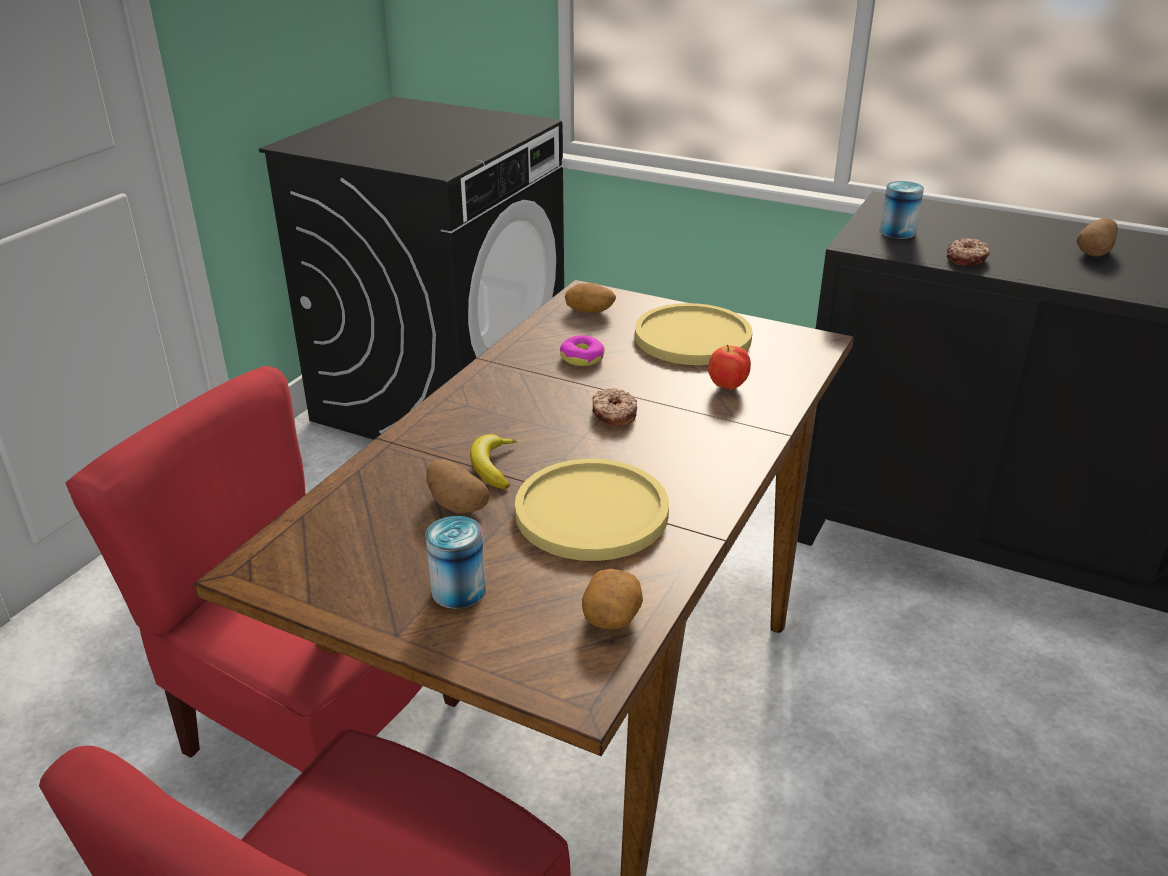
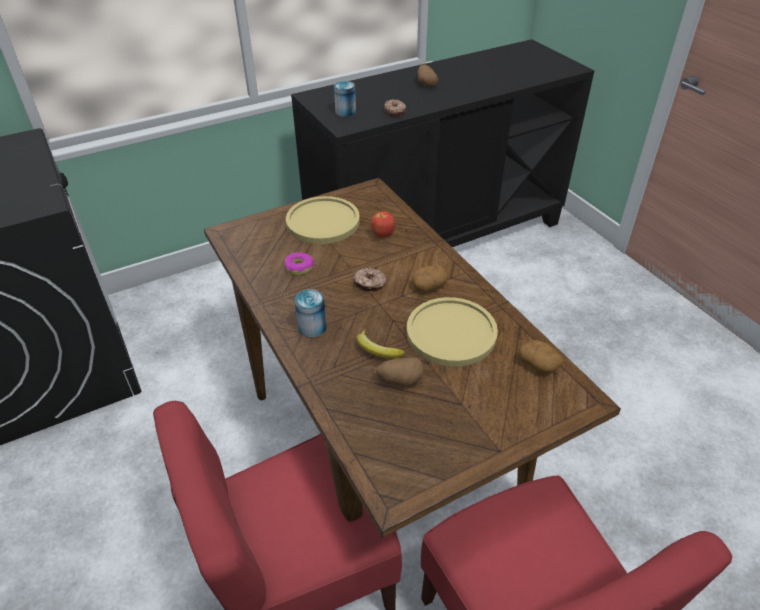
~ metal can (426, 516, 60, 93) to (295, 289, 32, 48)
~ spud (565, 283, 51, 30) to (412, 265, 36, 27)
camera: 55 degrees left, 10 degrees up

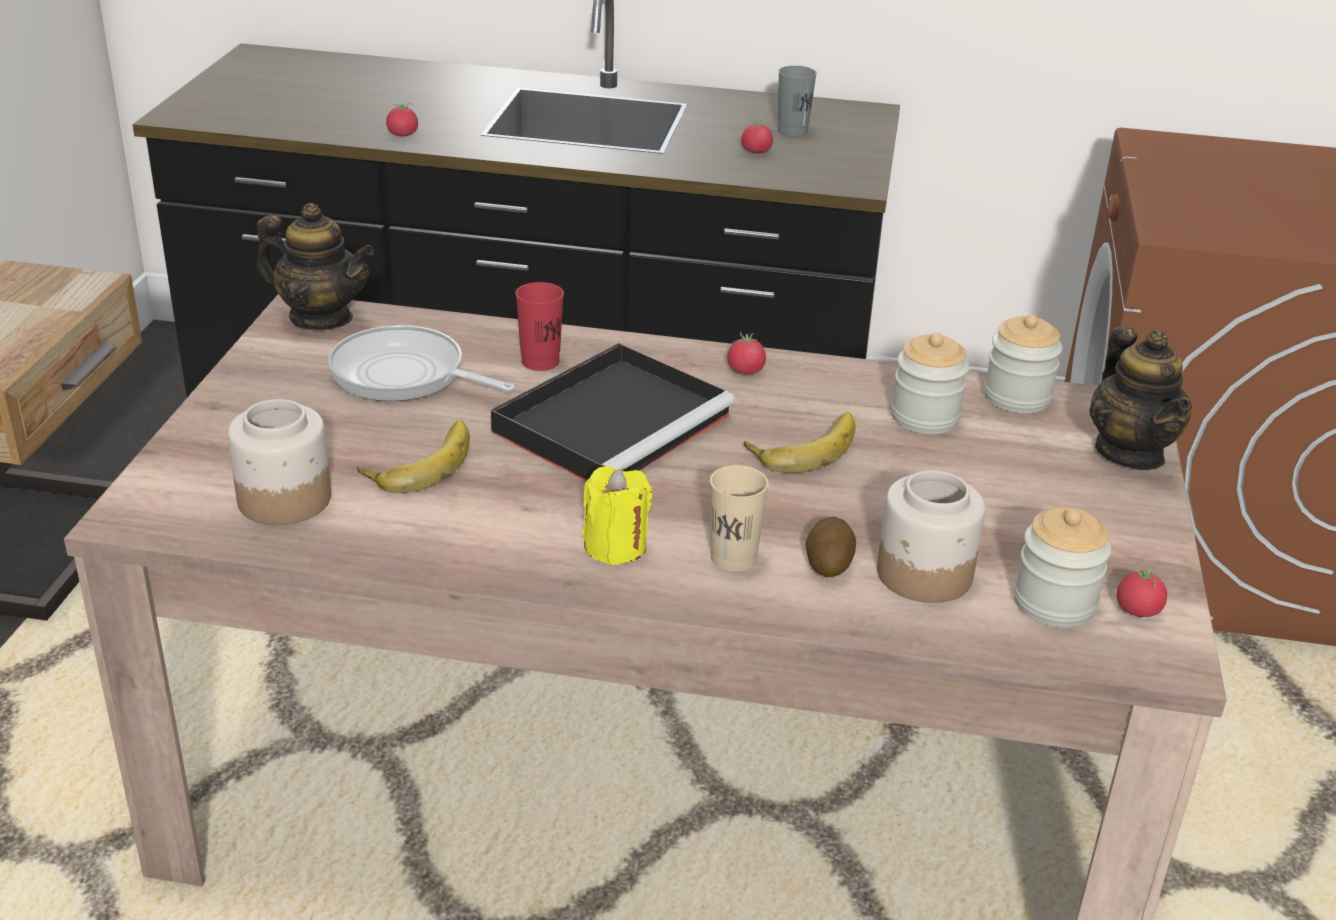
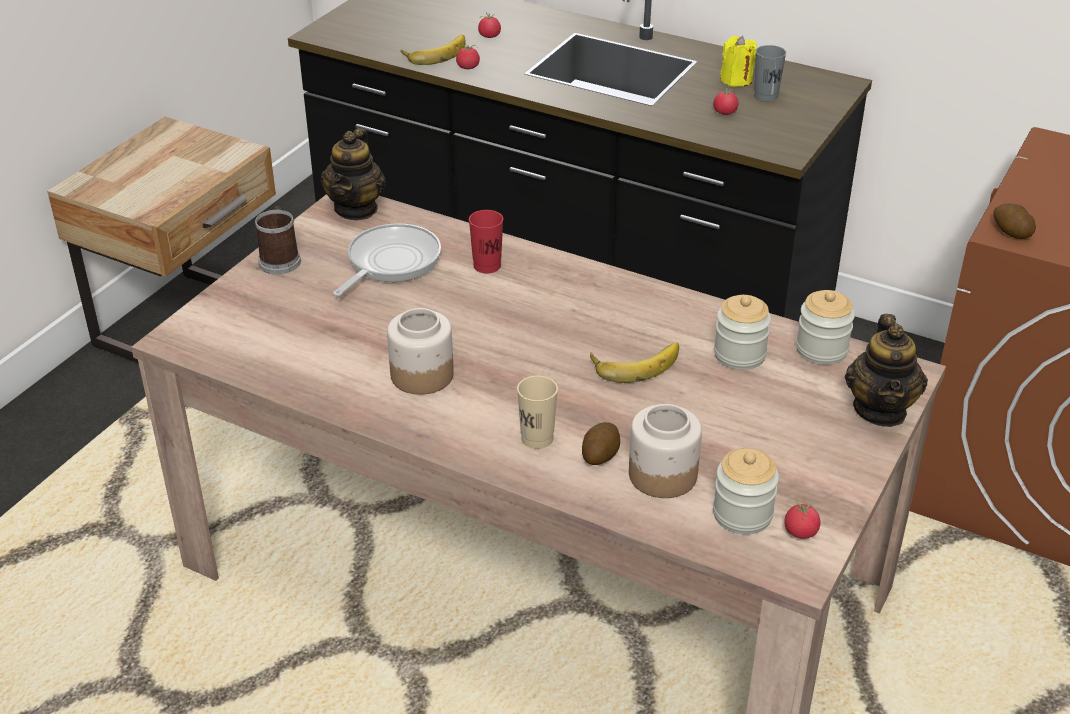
~ jar (228, 399, 103, 126) to (387, 308, 67, 87)
~ tea pot (257, 203, 117, 127) = (321, 128, 65, 92) 60 degrees clockwise
~ pan (328, 325, 187, 76) = (333, 223, 108, 73) 75 degrees clockwise
~ whole banana (357, 420, 113, 73) to (401, 34, 65, 31)
- black-coloured serving tray (491, 343, 244, 138)
~ yellowish wax candle (583, 466, 69, 99) to (720, 36, 37, 51)
~ tomato (727, 332, 39, 42) to (478, 12, 23, 26)
+ tea mug (255, 206, 46, 68)
+ spud (994, 204, 42, 35)
camera: 20 degrees right, 5 degrees up

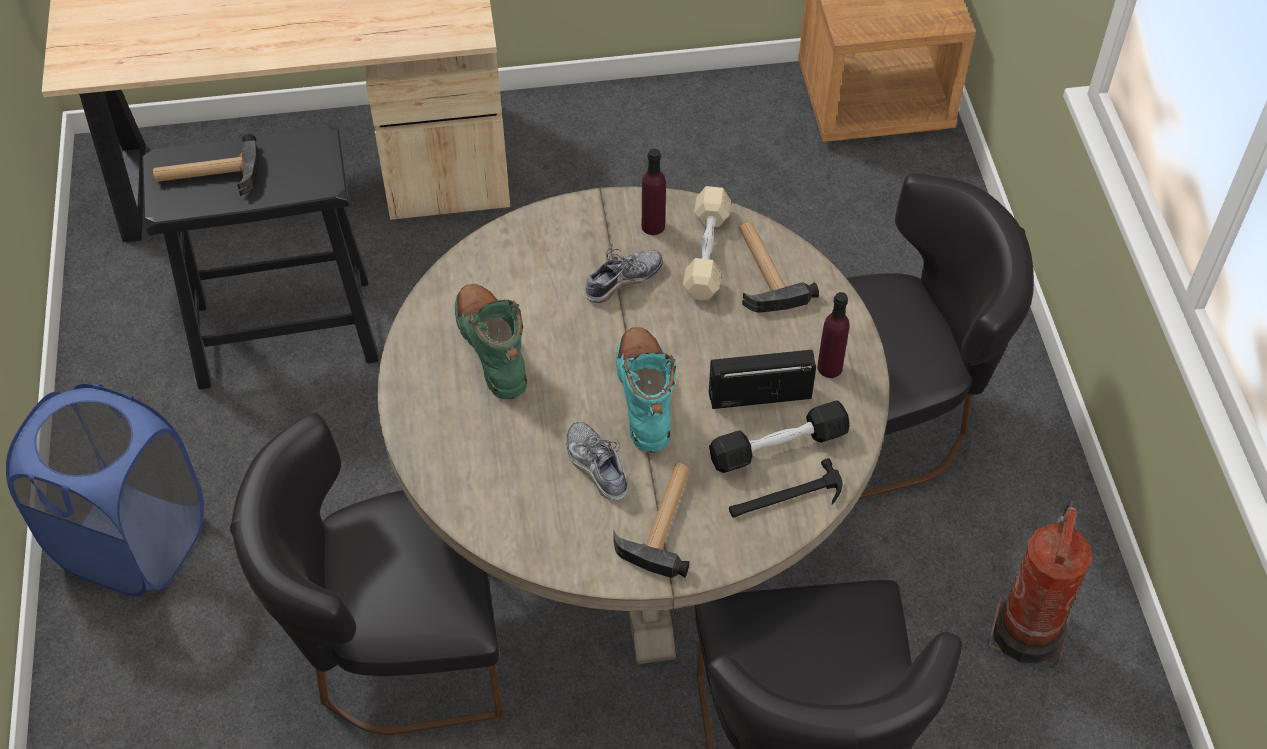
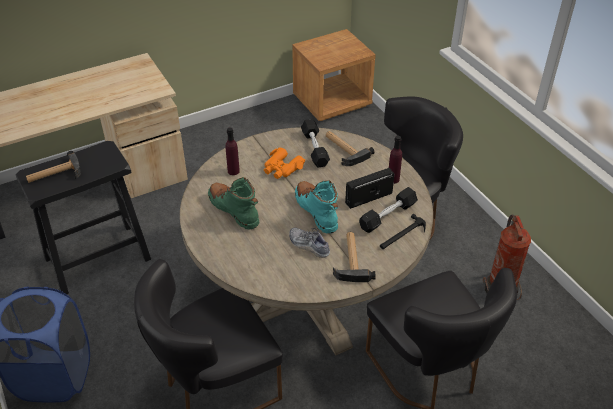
~ shoe (585, 244, 78, 59) to orangey pair of binoculars (264, 147, 41, 32)
~ purple bottle (642, 148, 24, 87) to (225, 128, 15, 47)
~ beige-coloured hand weight (683, 186, 48, 114) to black-coloured hand weight (301, 119, 29, 49)
camera: 20 degrees left, 10 degrees down

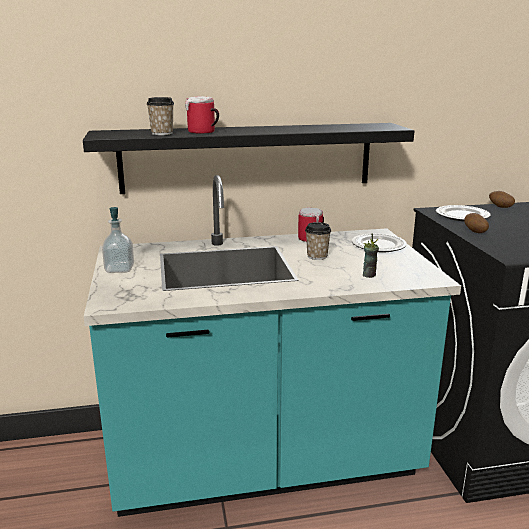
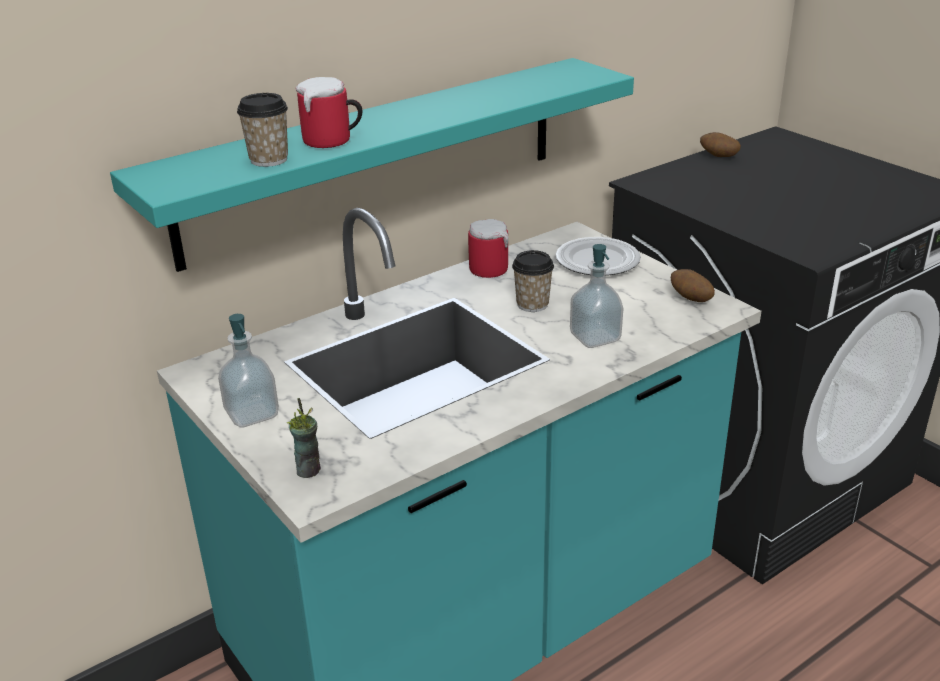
~ black-coloured shelf (83, 123, 331, 71) to blue-green shelf (110, 58, 524, 214)
~ small cup (363, 233, 16, 45) to (286, 398, 35, 80)
- dinner plate (436, 205, 55, 16)
~ spud (464, 213, 25, 20) to (671, 269, 44, 33)
+ liquid soap bottle (570, 244, 54, 104)
camera: 25 degrees left, 10 degrees up

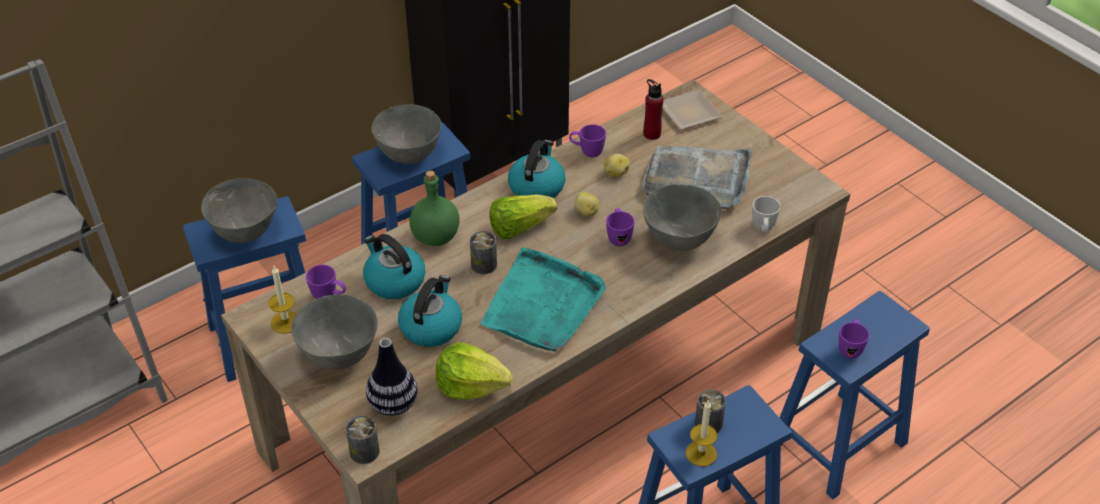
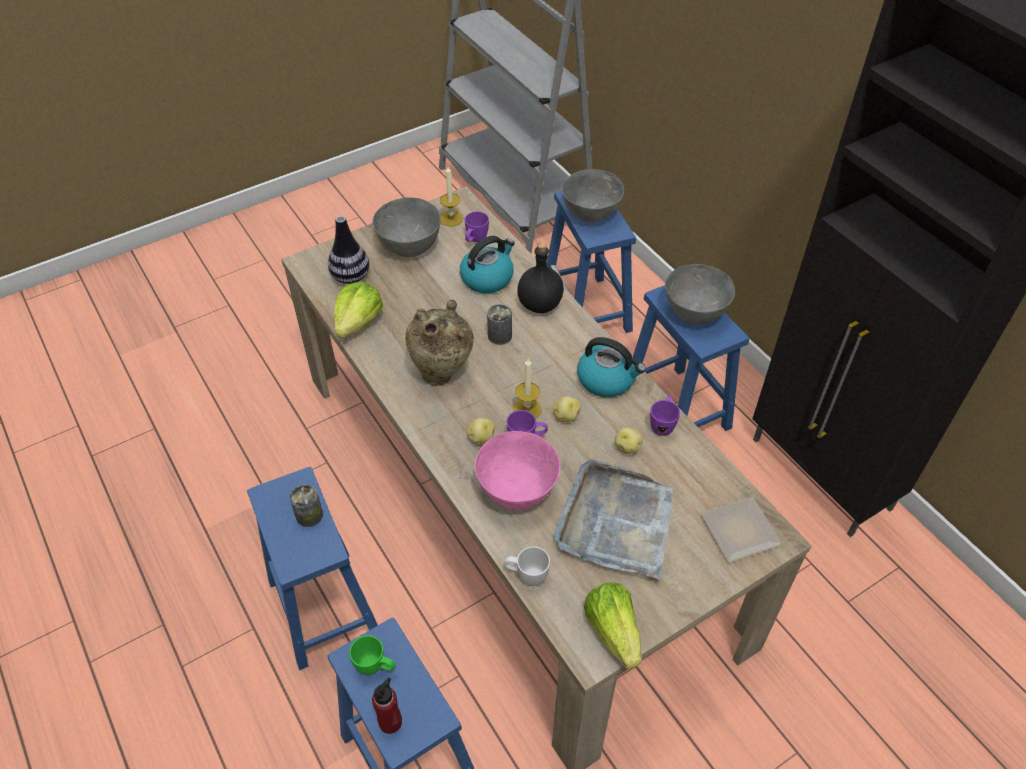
- metal can (346, 416, 34, 48)
- tea kettle (398, 275, 64, 72)
~ green bottle (410, 171, 50, 75) to black-coloured bottle (517, 242, 47, 71)
~ blue-green serving tray (480, 248, 126, 103) to beige-coloured flower vase (405, 300, 69, 86)
~ head of lettuce (489, 194, 68, 45) to (584, 583, 58, 86)
~ reddish bottle (643, 79, 21, 61) to (372, 678, 30, 56)
~ grey serving bowl (643, 184, 79, 67) to pinkish serving bowl (475, 431, 85, 79)
~ wax candle (685, 401, 32, 66) to (513, 359, 29, 59)
~ purple tea mug (839, 319, 30, 40) to green tea mug (349, 635, 46, 40)
+ spud (467, 418, 28, 27)
camera: 95 degrees right, 5 degrees up

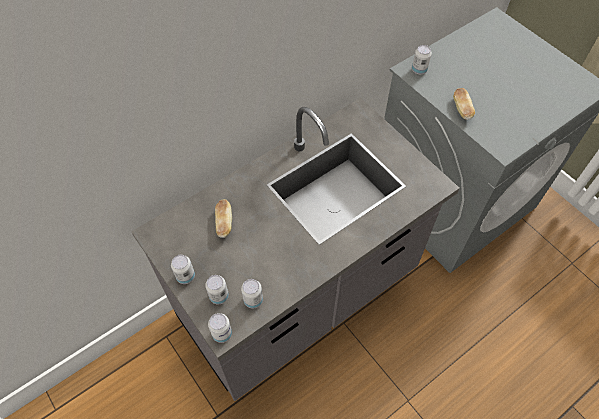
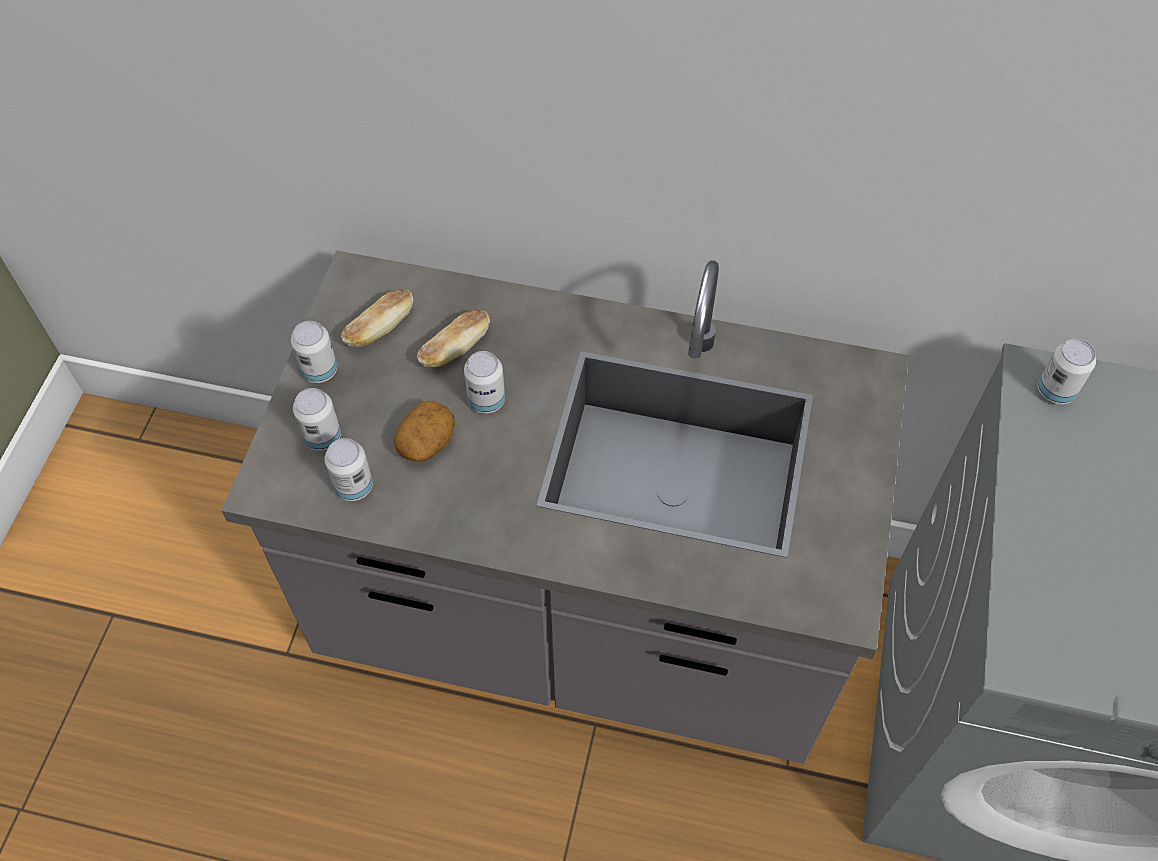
~ metal can (208, 313, 24, 30) to (464, 351, 41, 63)
~ bakery bread (453, 88, 22, 32) to (341, 289, 72, 58)
+ spud (394, 401, 61, 61)
camera: 50 degrees right, 0 degrees up

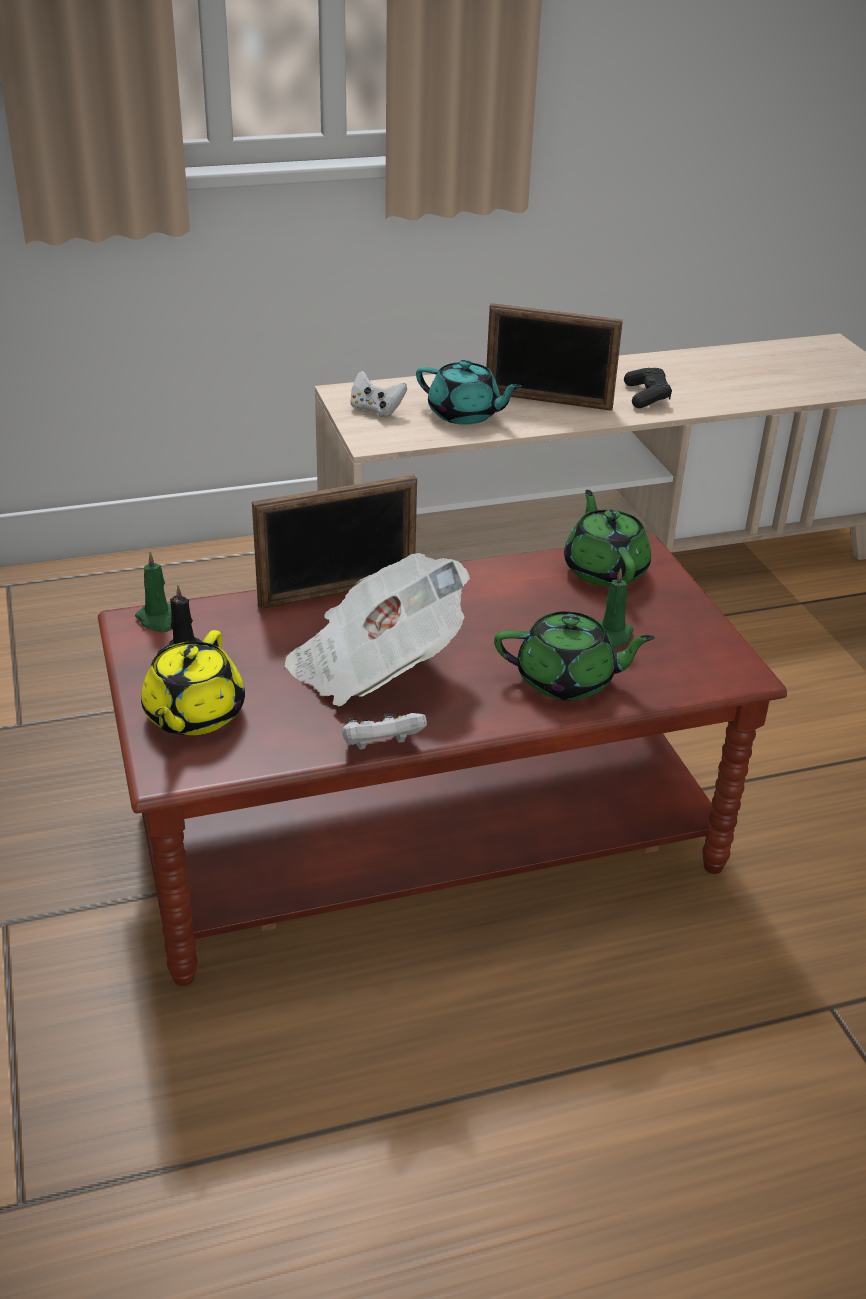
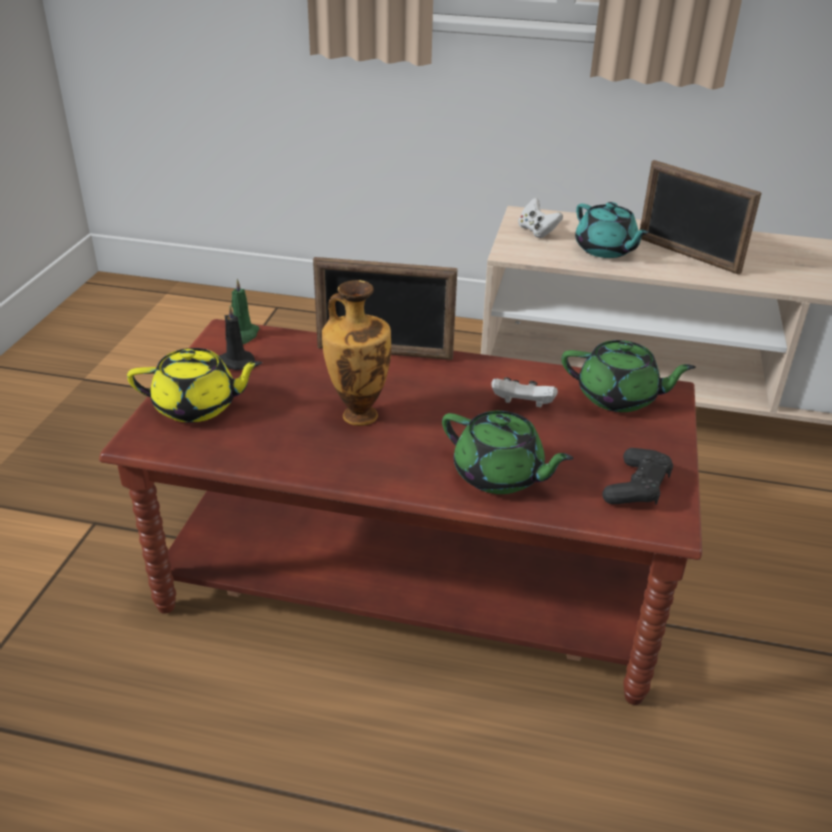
~ yellowish tea pot (141, 630, 104, 105) = (127, 348, 135, 75) 135 degrees counterclockwise
~ printed paper (285, 553, 185, 153) to flower vase (322, 280, 69, 146)
~ white-coloured gamepad (343, 713, 84, 37) to (491, 377, 67, 31)
~ green tea pot (564, 490, 87, 97) = (561, 340, 135, 72) 90 degrees clockwise
- green wax candle (598, 568, 36, 81)
~ black-coloured gamepad (624, 368, 48, 40) to (602, 448, 71, 57)
camera: 30 degrees right, 0 degrees up

